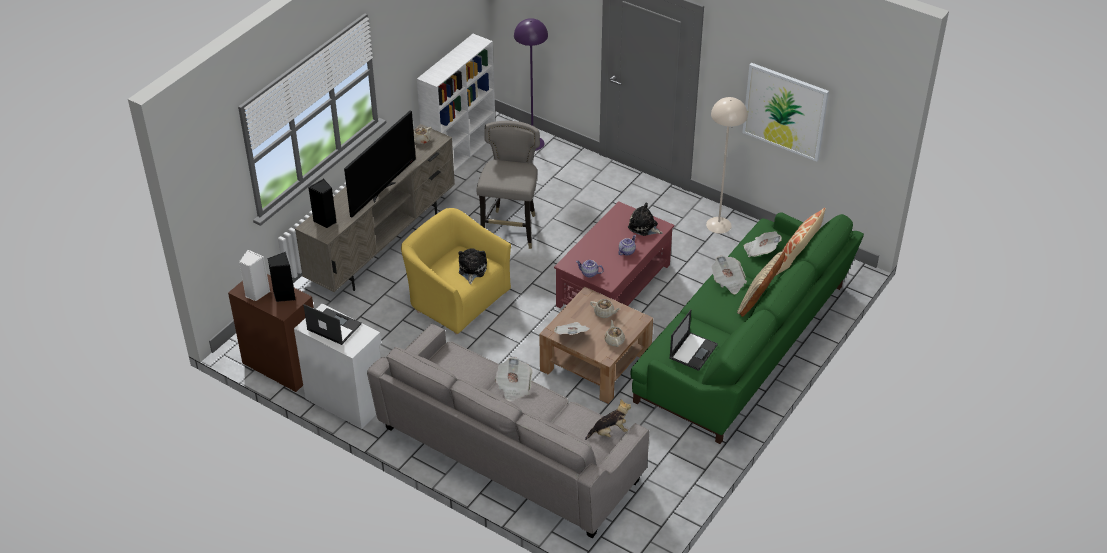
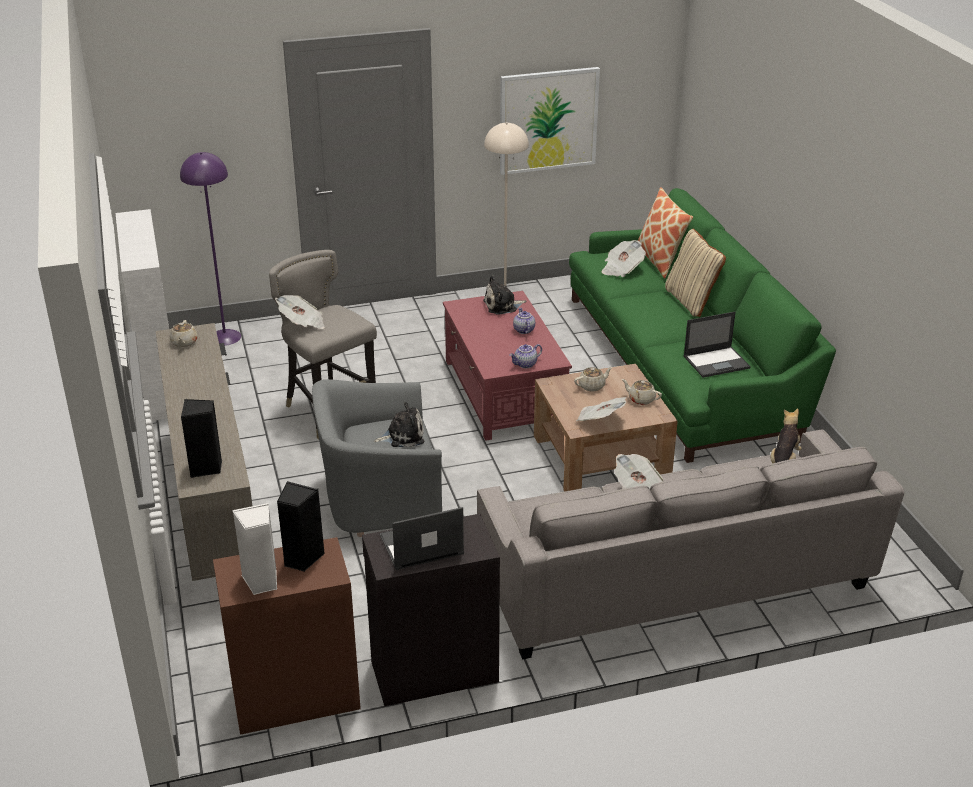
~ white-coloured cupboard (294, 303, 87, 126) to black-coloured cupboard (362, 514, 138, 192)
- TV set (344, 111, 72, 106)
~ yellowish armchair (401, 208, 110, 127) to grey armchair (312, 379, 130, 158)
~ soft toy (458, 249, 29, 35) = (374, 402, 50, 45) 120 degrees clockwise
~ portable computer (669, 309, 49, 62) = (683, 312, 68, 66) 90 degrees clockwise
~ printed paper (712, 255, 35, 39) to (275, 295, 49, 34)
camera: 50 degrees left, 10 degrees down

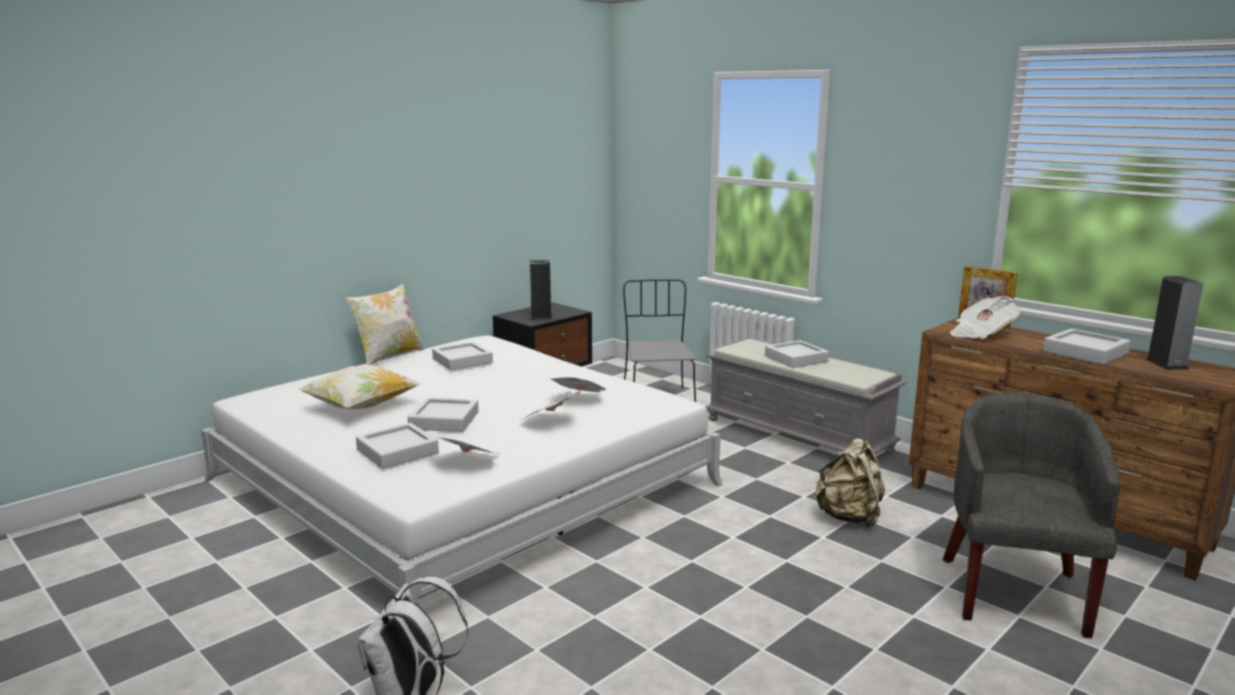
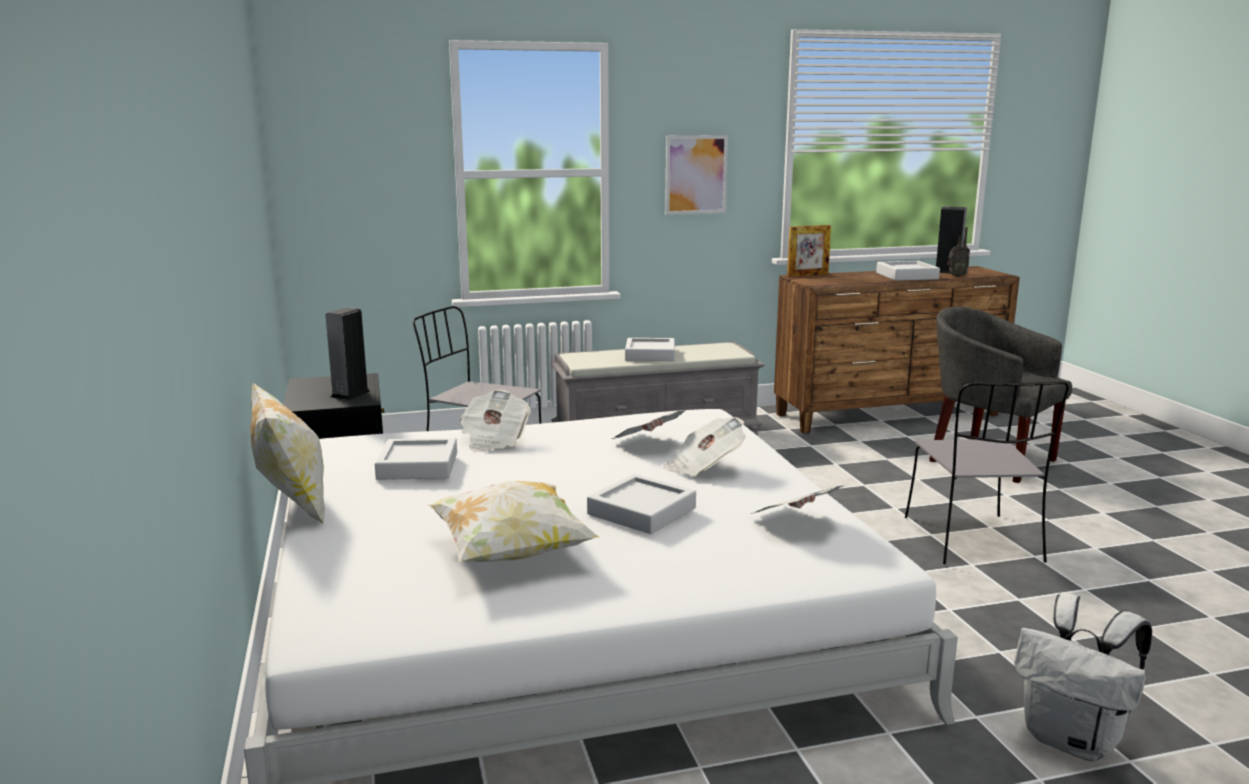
- grey serving tray (356, 423, 83, 46)
- beige-coloured knapsack (814, 438, 71, 90)
~ printed paper (950, 296, 70, 43) to (460, 389, 71, 63)
+ picture (665, 135, 63, 80)
+ grey chair (905, 381, 164, 183)
+ radio receiver (947, 227, 23, 50)
camera: 60 degrees left, 0 degrees up

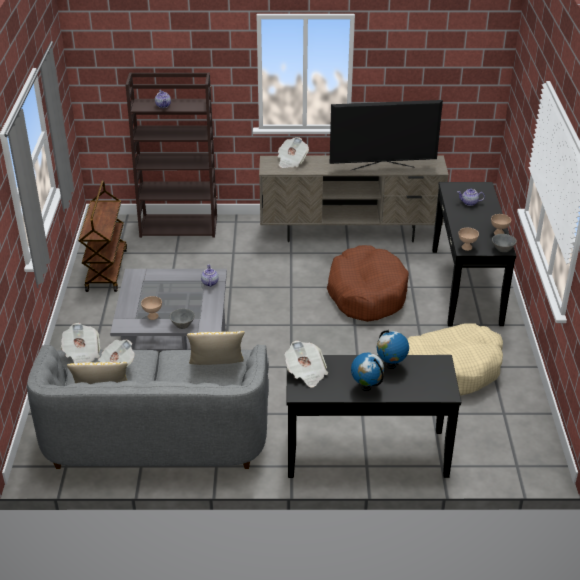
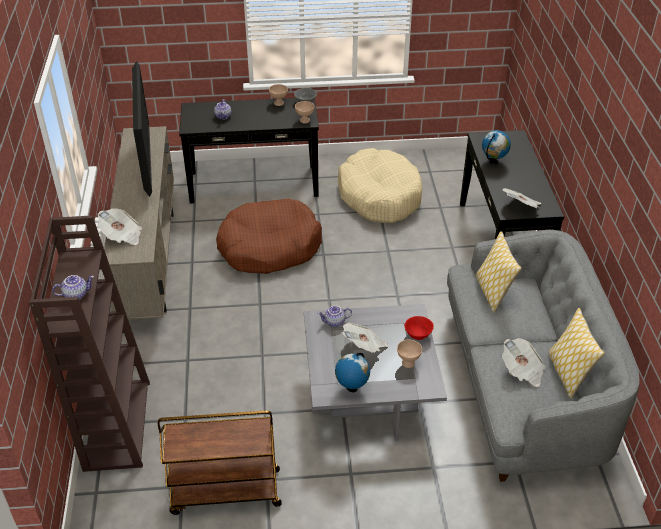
~ printed paper (61, 323, 39, 40) to (342, 323, 46, 30)
~ grey serving bowl (170, 308, 25, 21) to reddish serving bowl (405, 316, 29, 24)
~ desk globe (351, 353, 33, 38) to (335, 353, 35, 39)
camera: 95 degrees left, 5 degrees up

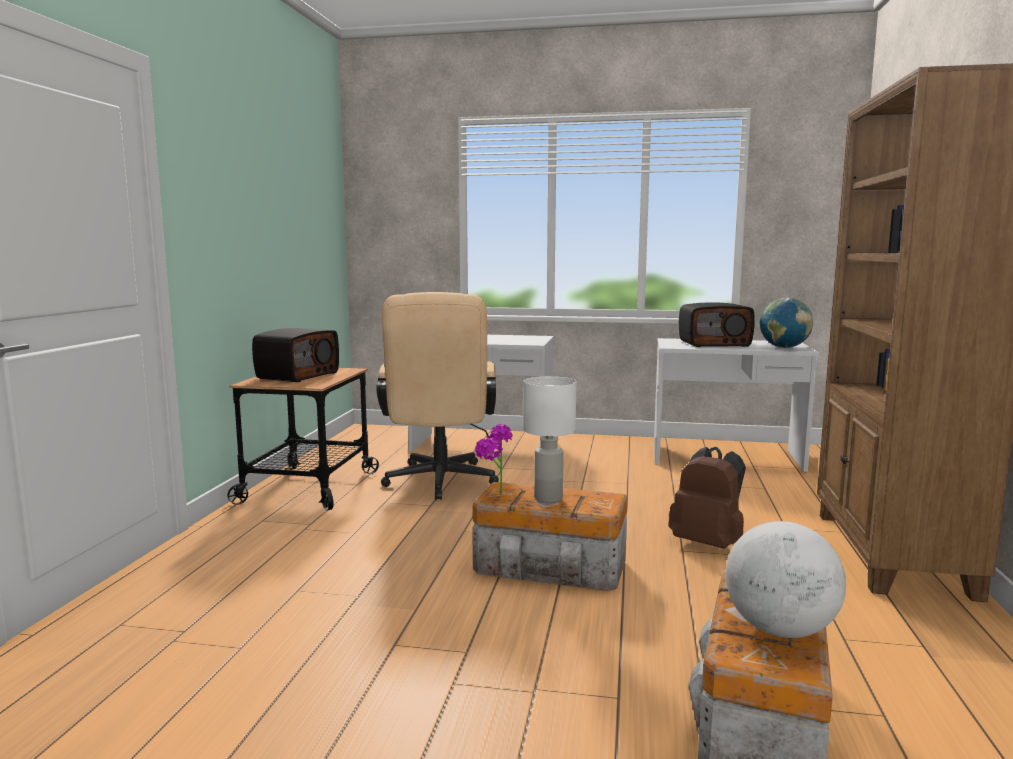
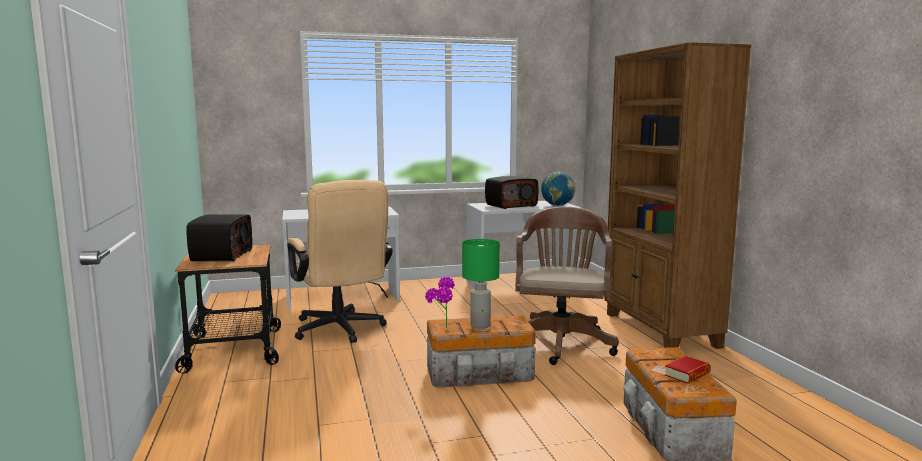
~ white-coloured lamp for a table (523, 376, 53, 127) to green lamp for a table (462, 239, 38, 89)
~ brown knapsack (669, 447, 77, 102) to brown desk chair (515, 207, 104, 158)
~ desk globe (725, 521, 121, 117) to volume (665, 356, 46, 28)
camera: 25 degrees left, 0 degrees up

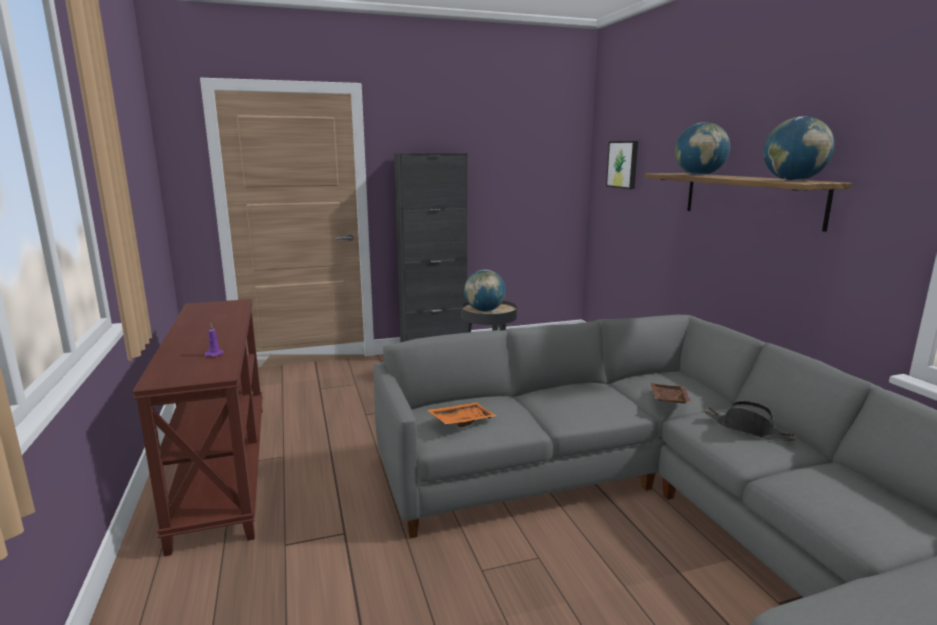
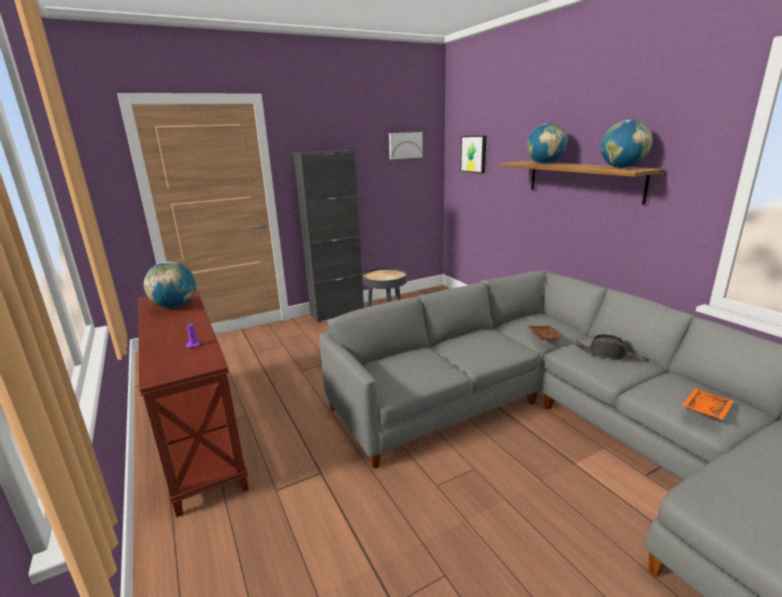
~ orangey serving tray (427, 402, 69, 25) to (682, 388, 51, 32)
~ desk globe (464, 270, 42, 41) to (144, 261, 52, 47)
+ picture (389, 132, 34, 28)
camera: 10 degrees left, 5 degrees up

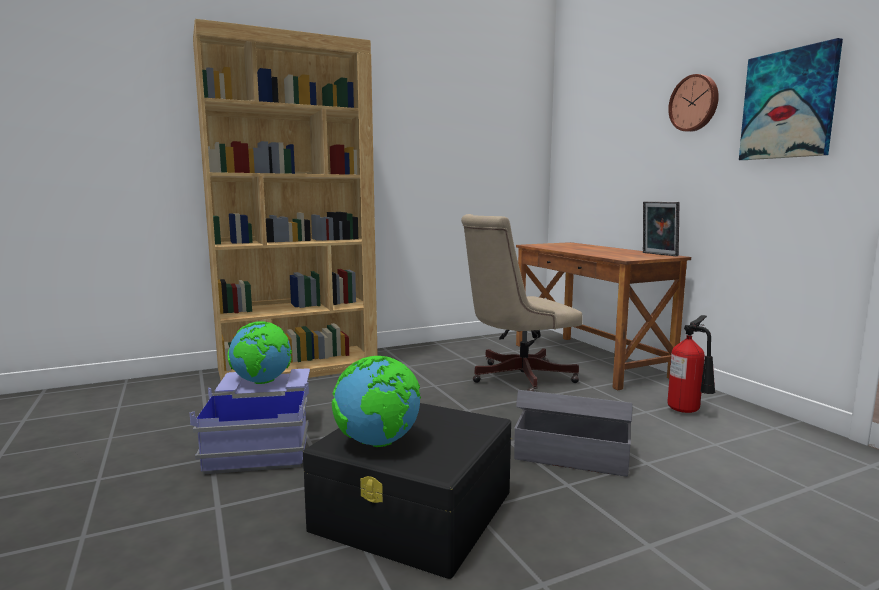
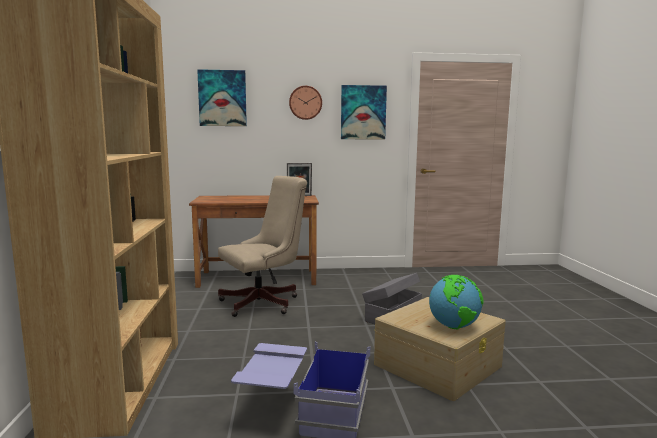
- desk globe (228, 321, 64, 63)
~ black-coloured storage container (303, 403, 208, 176) to beige-coloured storage container (374, 297, 131, 104)
~ beige-coloured desk chair (461, 214, 122, 177) = (218, 176, 89, 141) 120 degrees counterclockwise
- fire-fighting cylinder (667, 315, 49, 98)
+ picture (197, 69, 50, 57)
camera: 70 degrees left, 0 degrees up

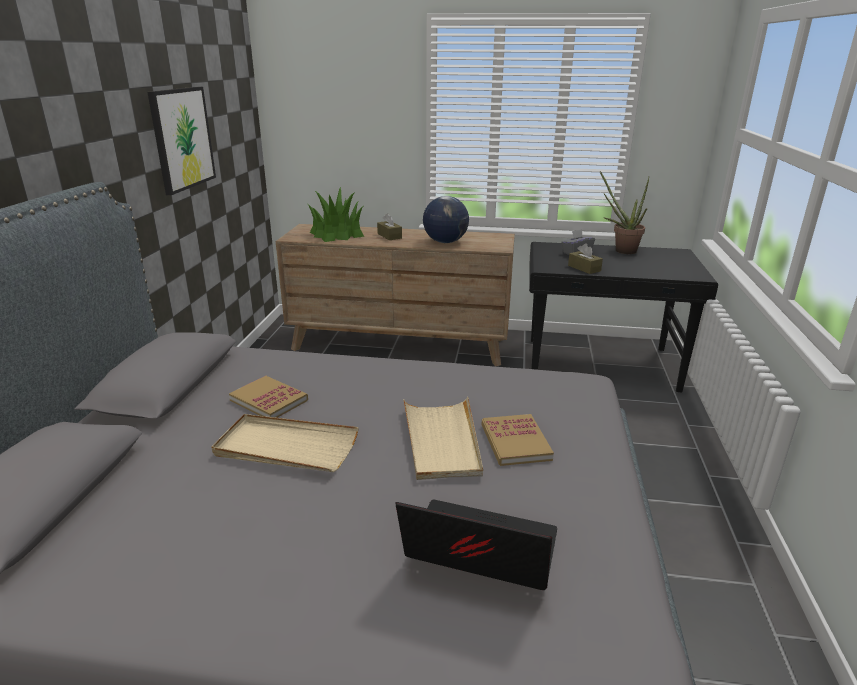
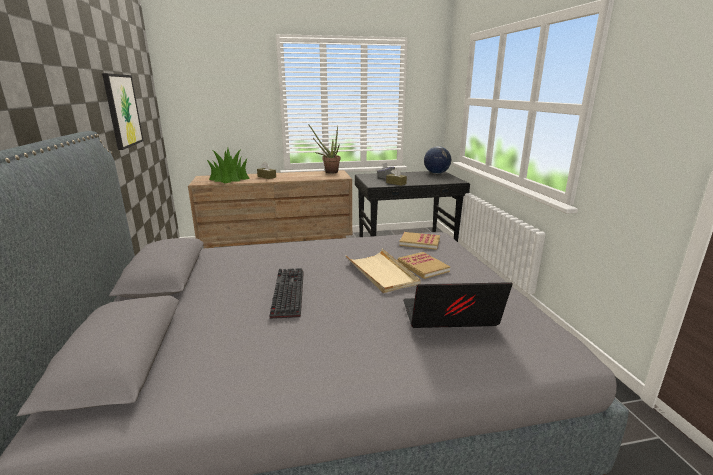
~ beige-coloured serving tray (212, 414, 147, 58) to computer keyboard (270, 268, 33, 51)
~ volume (229, 376, 79, 42) to (399, 232, 41, 18)
~ desk globe (423, 196, 46, 47) to (424, 146, 27, 28)
~ plant in a pot (600, 171, 49, 83) to (308, 124, 33, 50)
camera: 20 degrees left, 5 degrees down

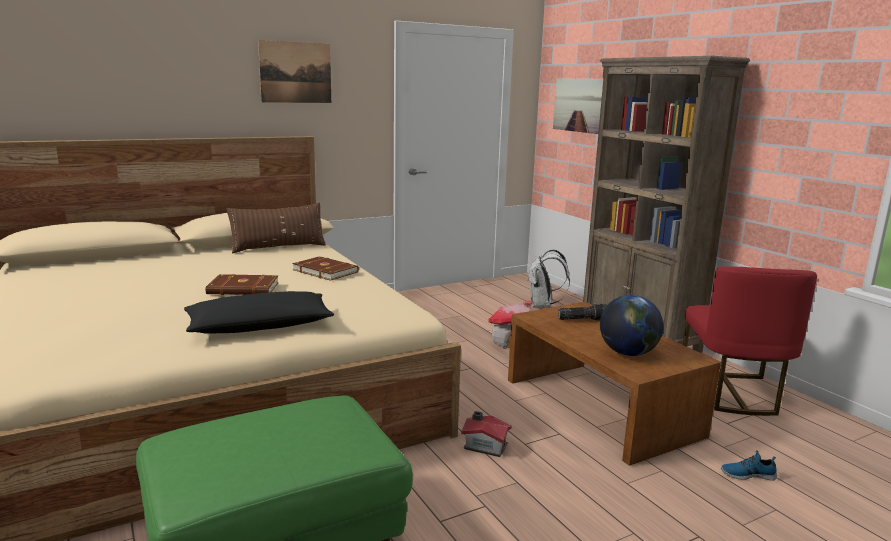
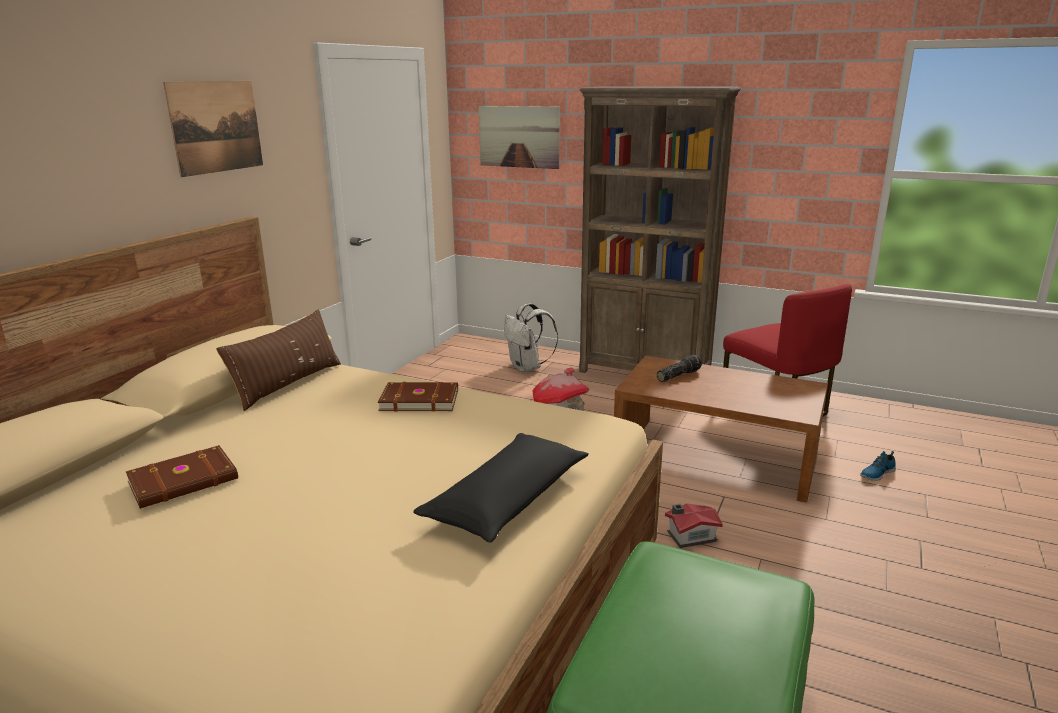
~ brown volume (205, 274, 74, 21) to (126, 445, 112, 64)
- desk globe (600, 295, 63, 61)
camera: 35 degrees left, 5 degrees up

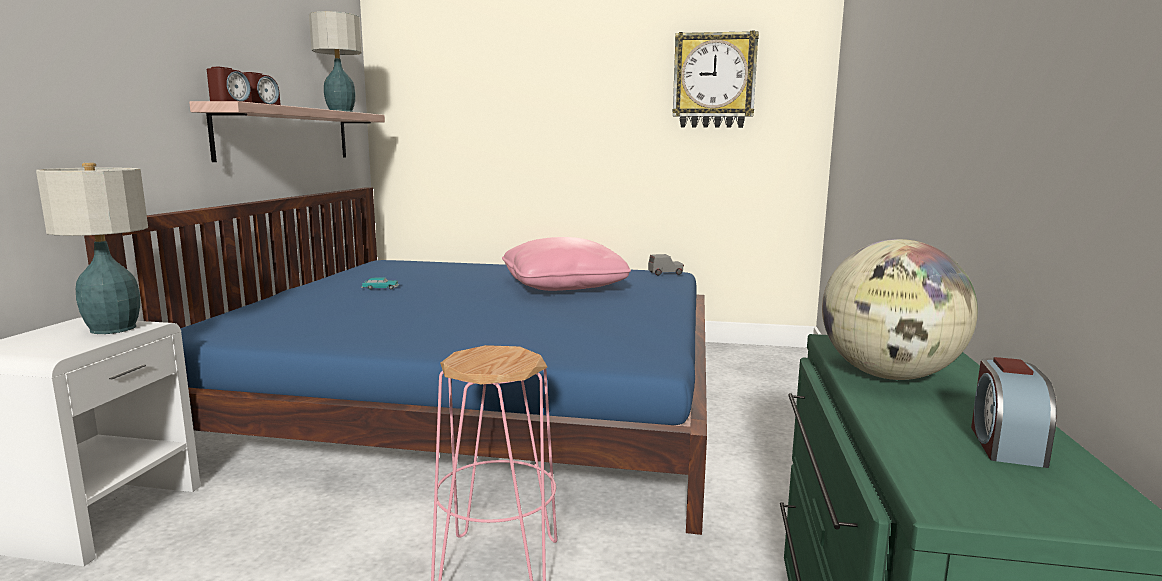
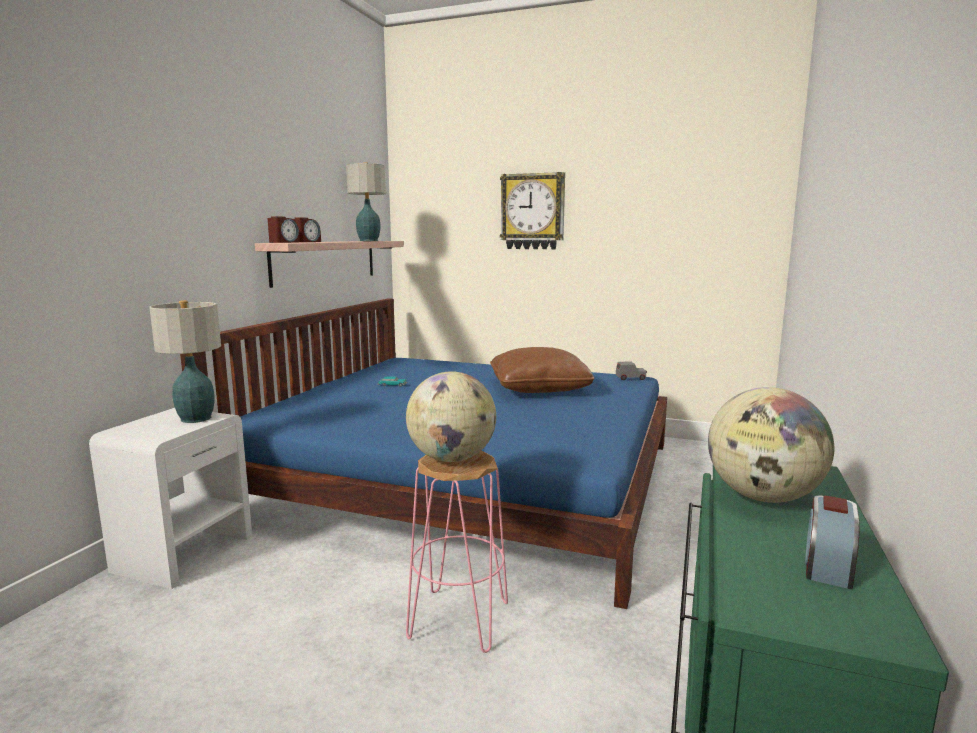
~ pinkish pillow (502, 237, 129, 54) to brown pillow (490, 347, 104, 46)
~ hanging clock (672, 31, 87, 97) to (500, 172, 65, 77)
+ desk globe (406, 371, 90, 91)
camera: 10 degrees right, 0 degrees up

